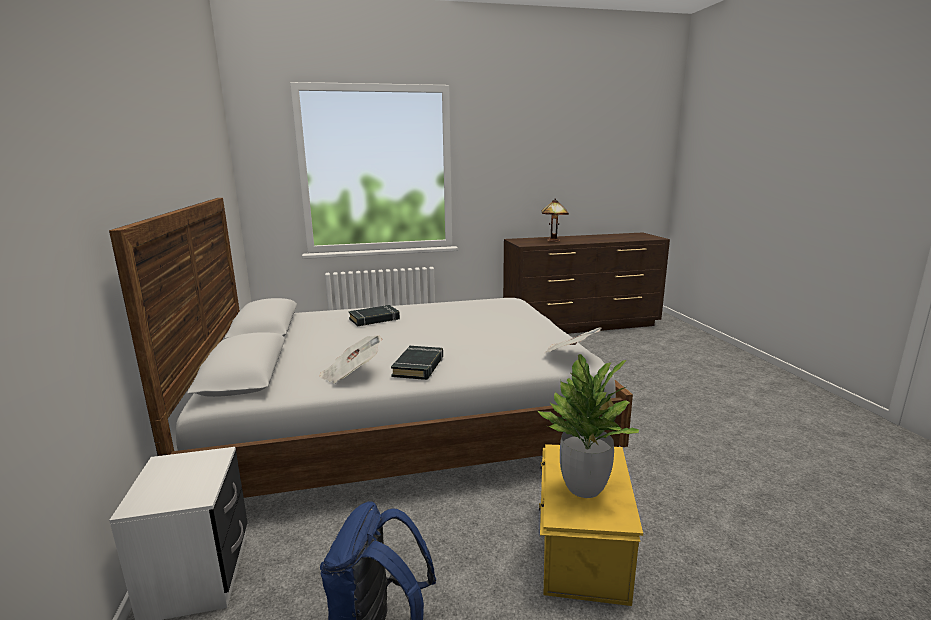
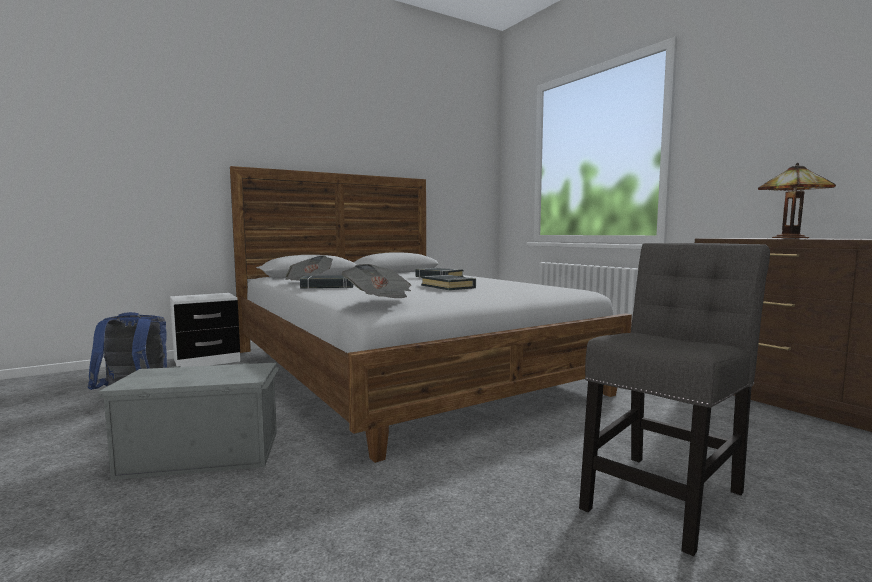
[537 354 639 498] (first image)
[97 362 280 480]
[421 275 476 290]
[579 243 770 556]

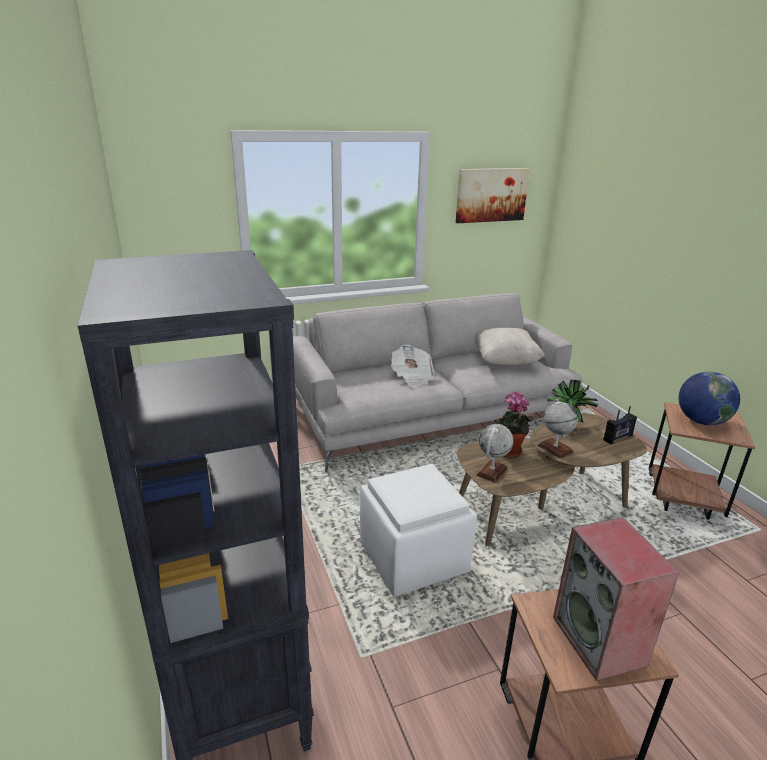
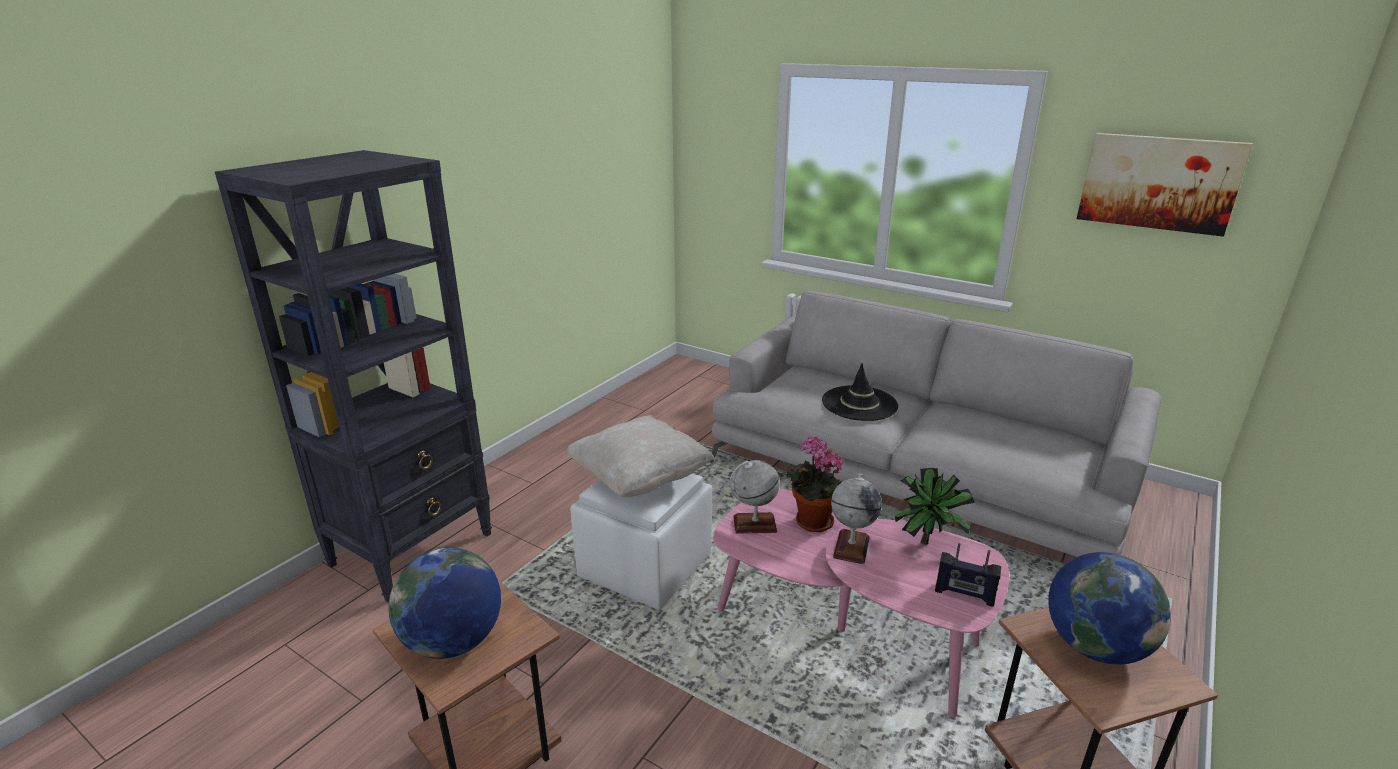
[822 363 898 421]
[713 489 1009 717]
[566 415 715 497]
[389 548 501 659]

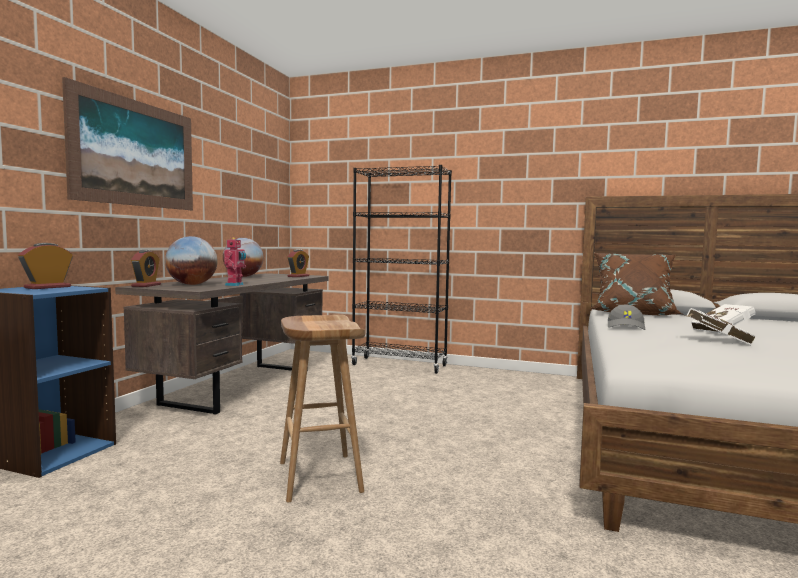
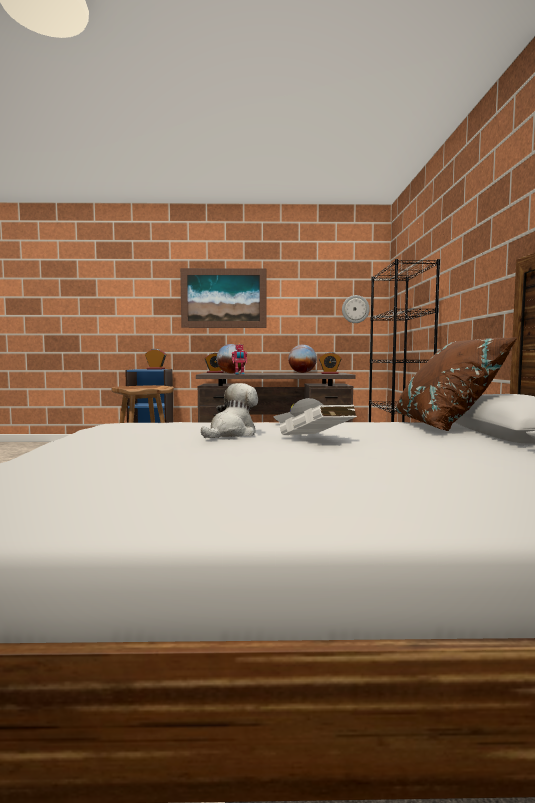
[201 383 258 438]
[342 295 370 323]

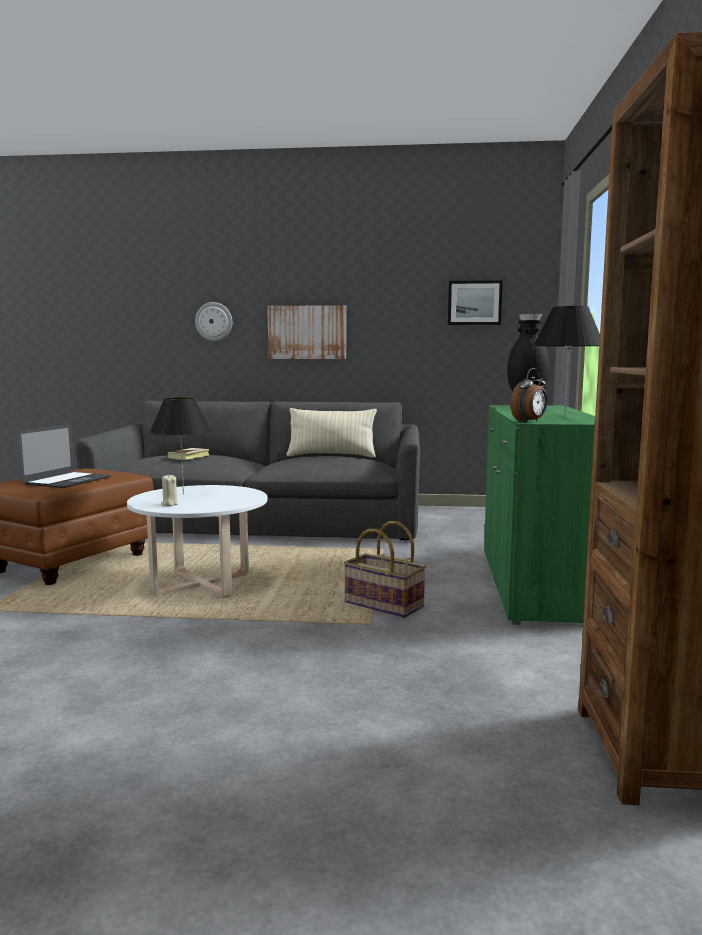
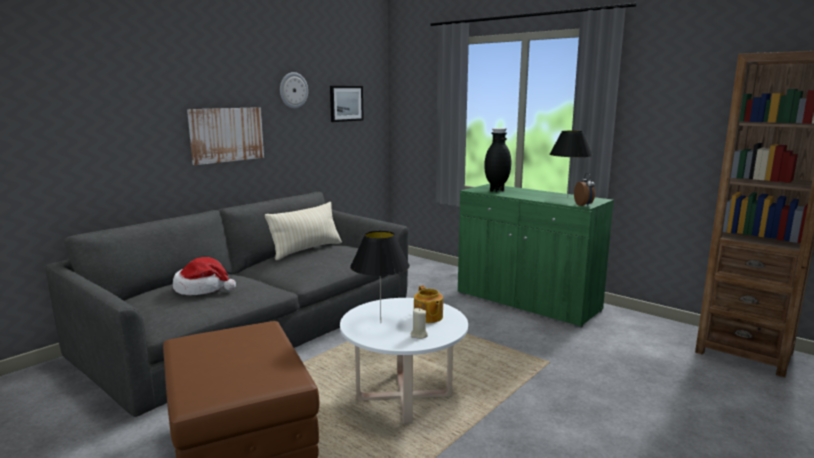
[18 424 111 488] (first image)
[173 257 236 295]
[280 72 308 109]
[344 521 426 618] (first image)
[414 285 443 323]

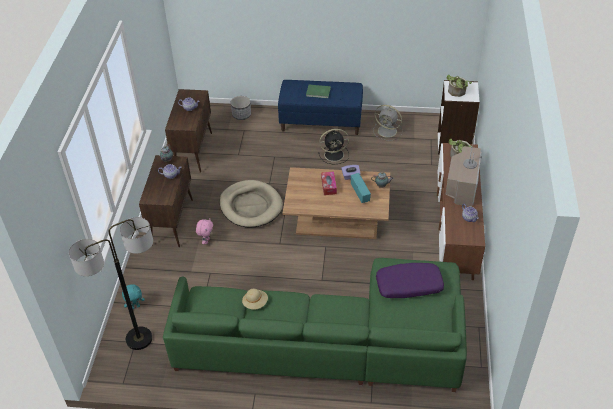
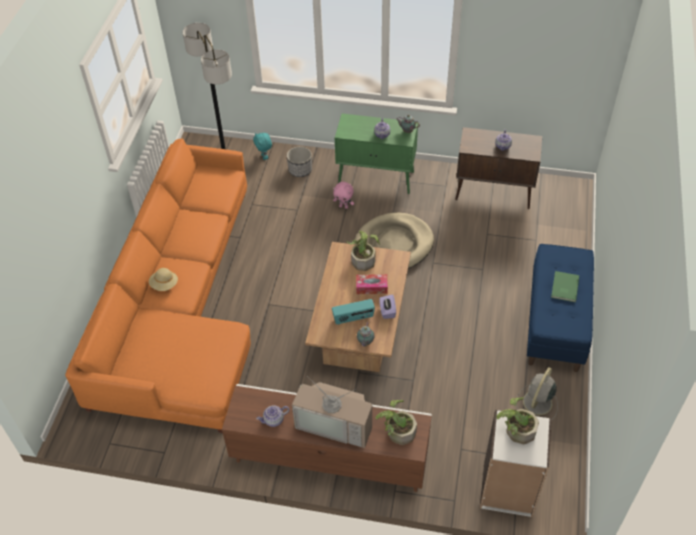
[335 113 418 194]
[65 138 251 433]
[287 146 312 177]
[149 268 178 291]
[318 129 349 164] (first image)
[376 263 444 298] (first image)
[347 231 380 271]

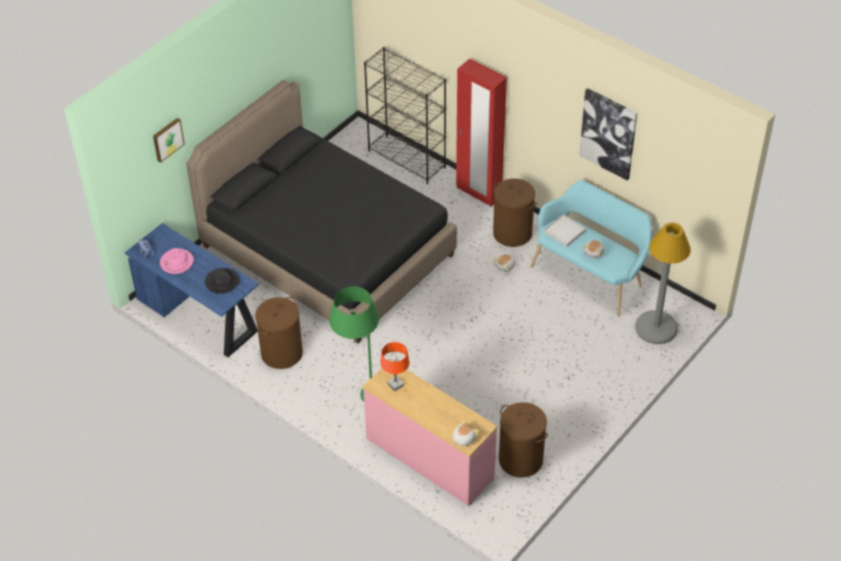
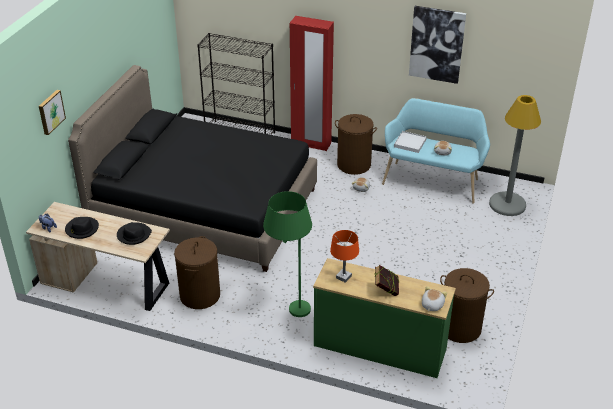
[26 202 170 311]
[65 217 99 239]
[313 258 456 378]
[375 265 399 296]

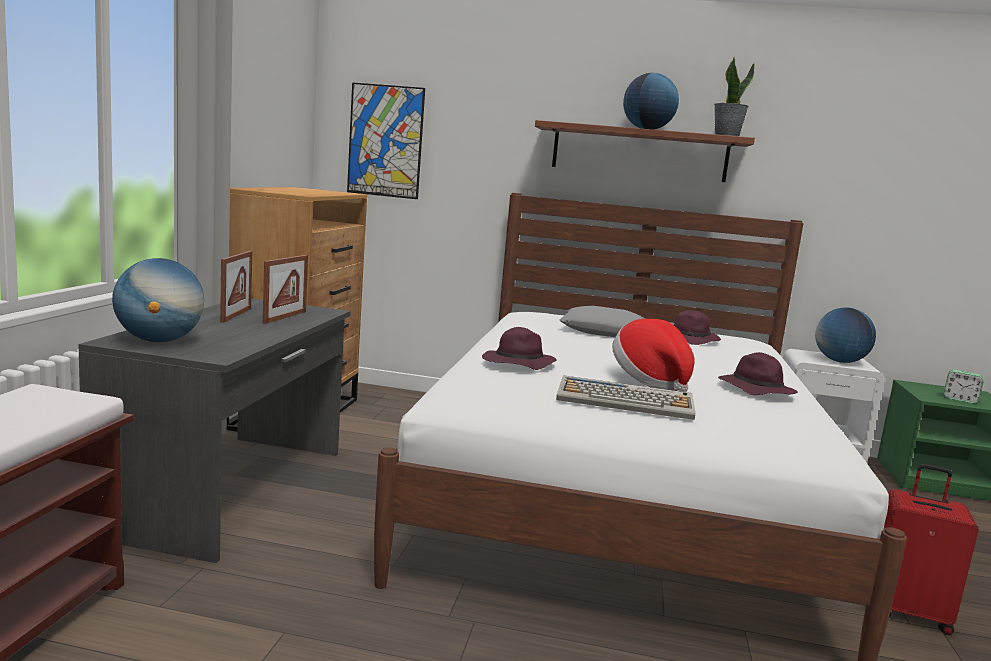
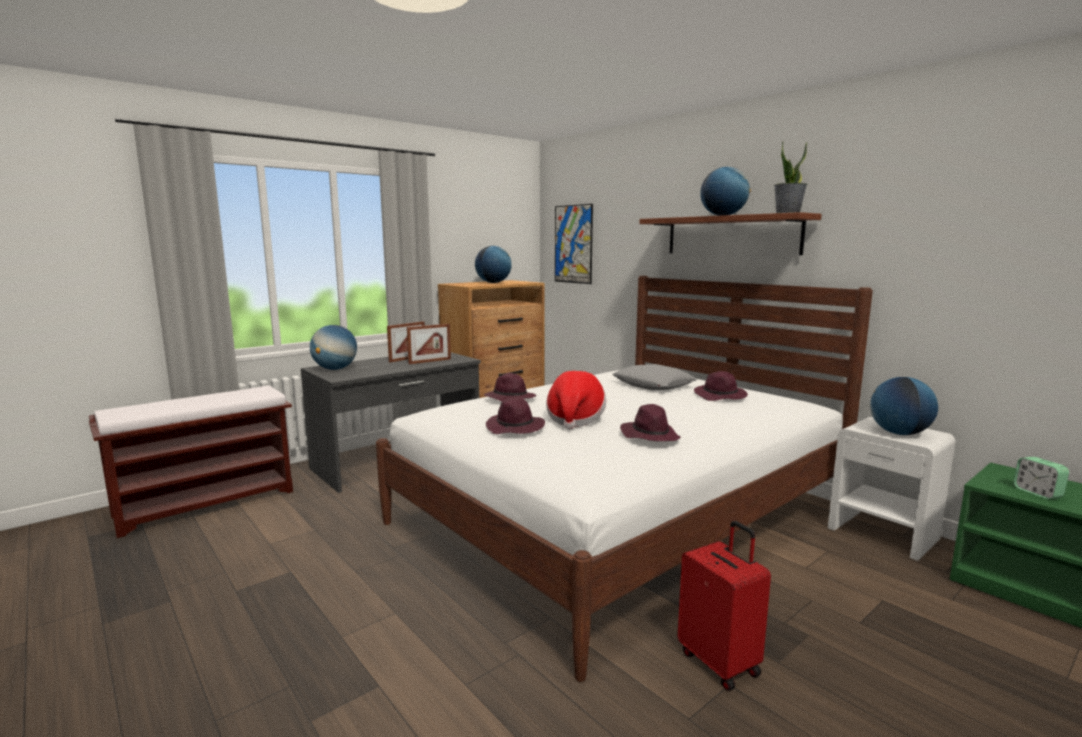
[486 398 545 434]
[475 246 512 283]

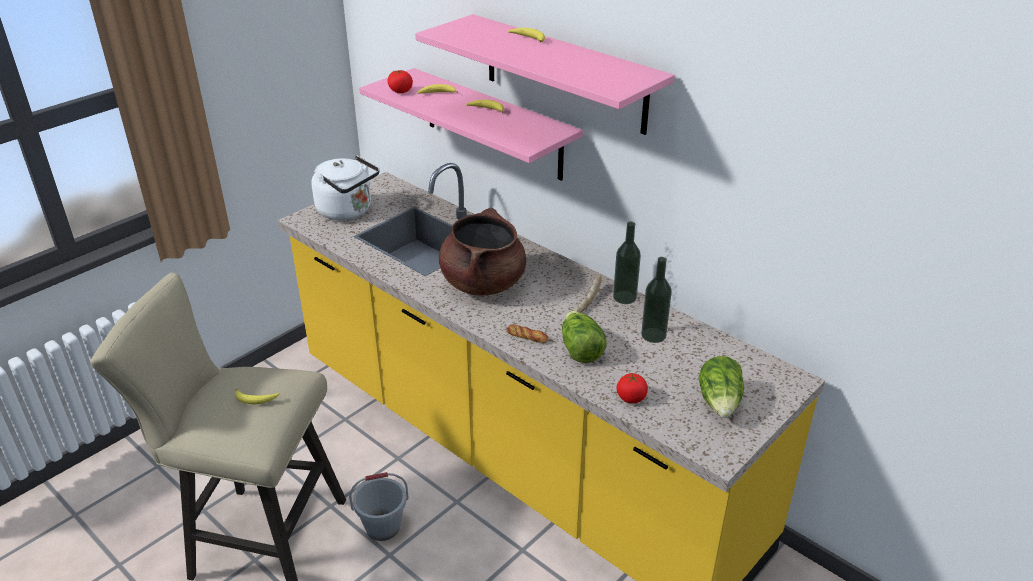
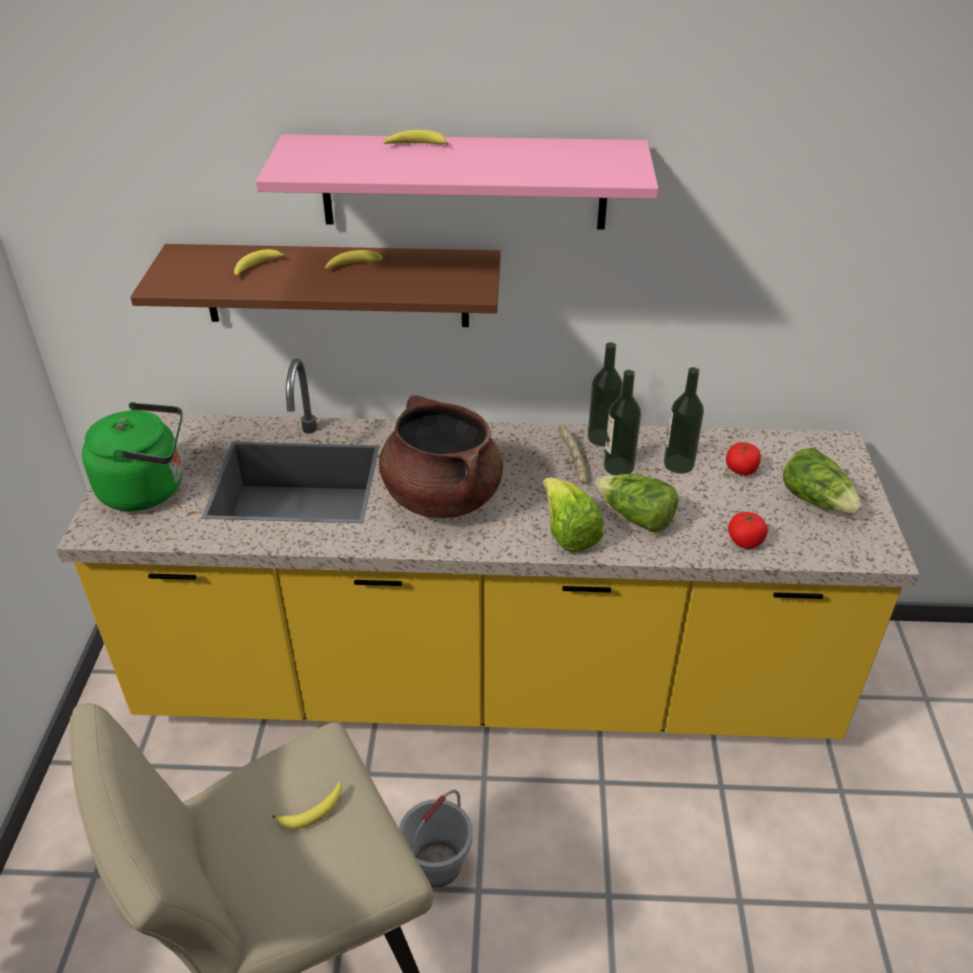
[82 402 183 511]
[130 244 501 327]
[726 442 761 475]
[543 477 604 553]
[604 370 641 475]

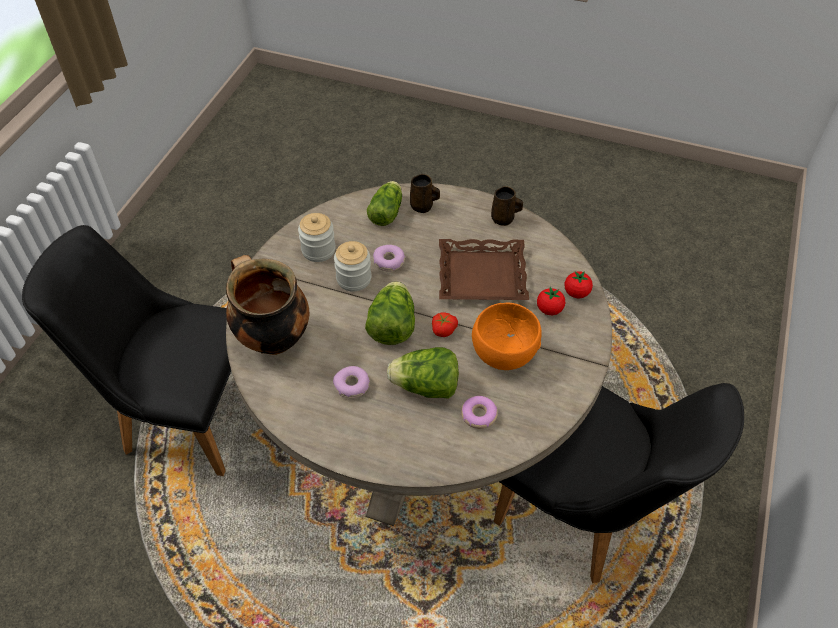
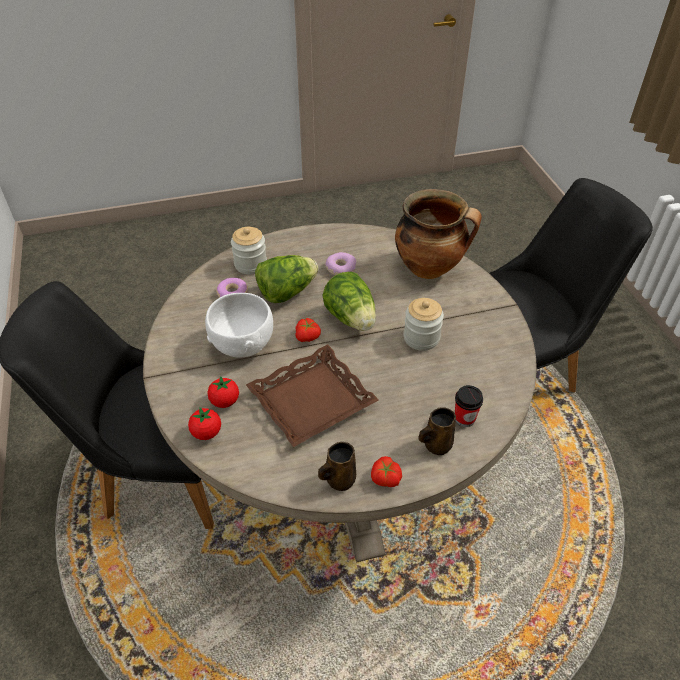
[231 227 267 274]
[455 385 483 427]
[373 245 405 272] (first image)
[205 293 273 358]
[371 456 402 487]

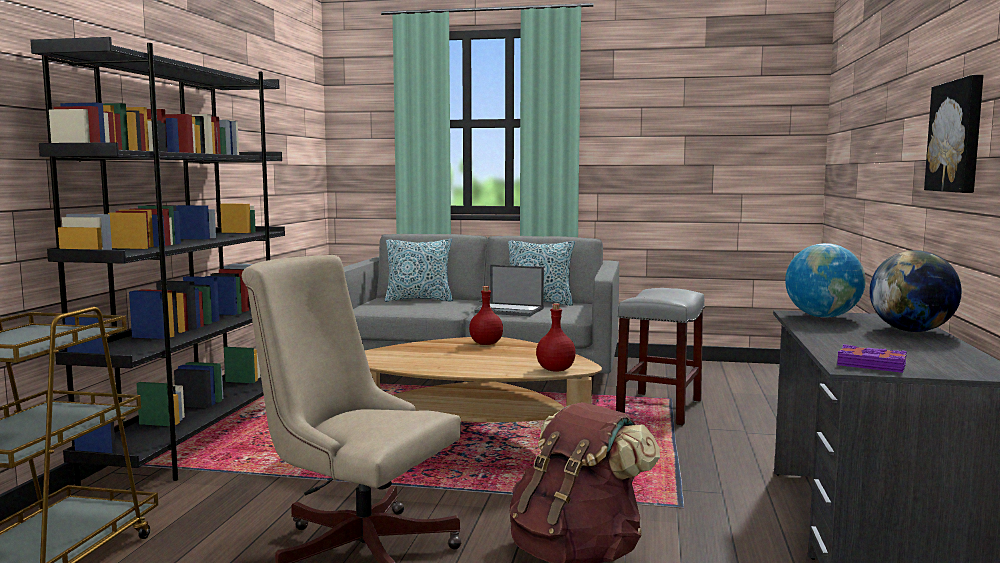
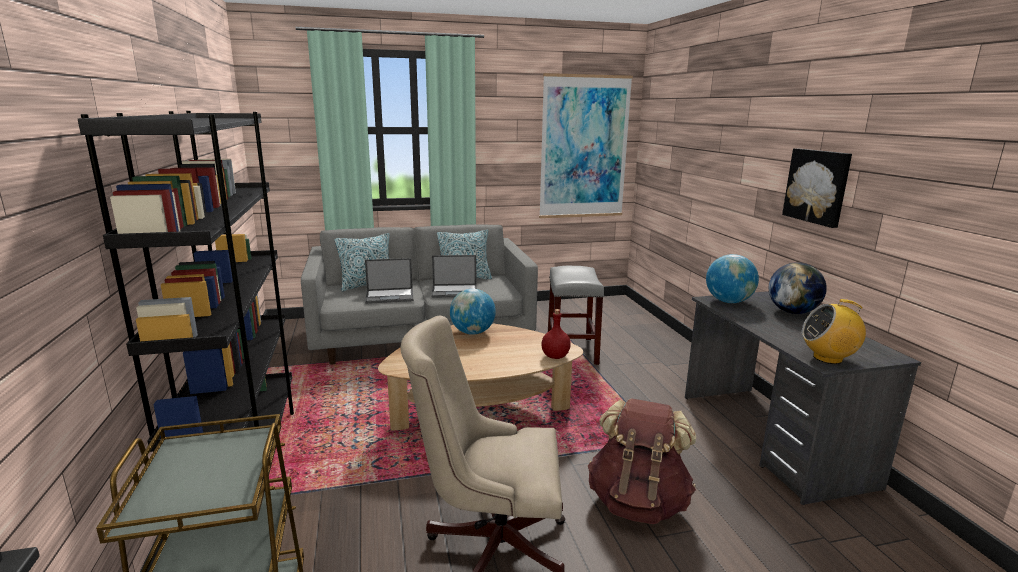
[450 289 496 335]
[802 299 866 364]
[365 258 414 304]
[539 73 633 218]

